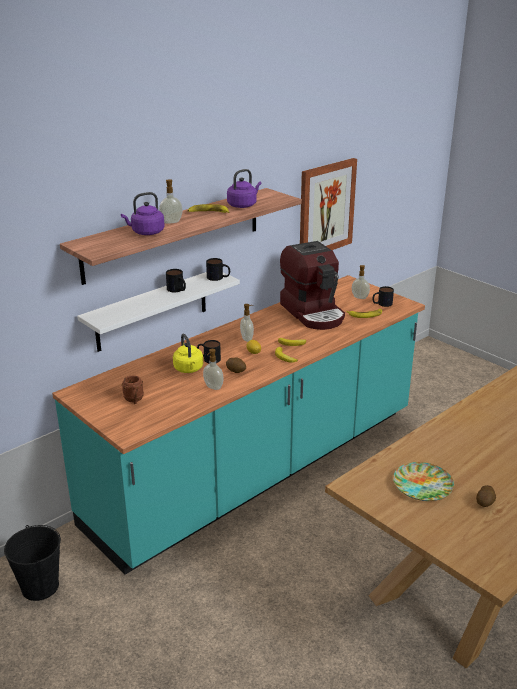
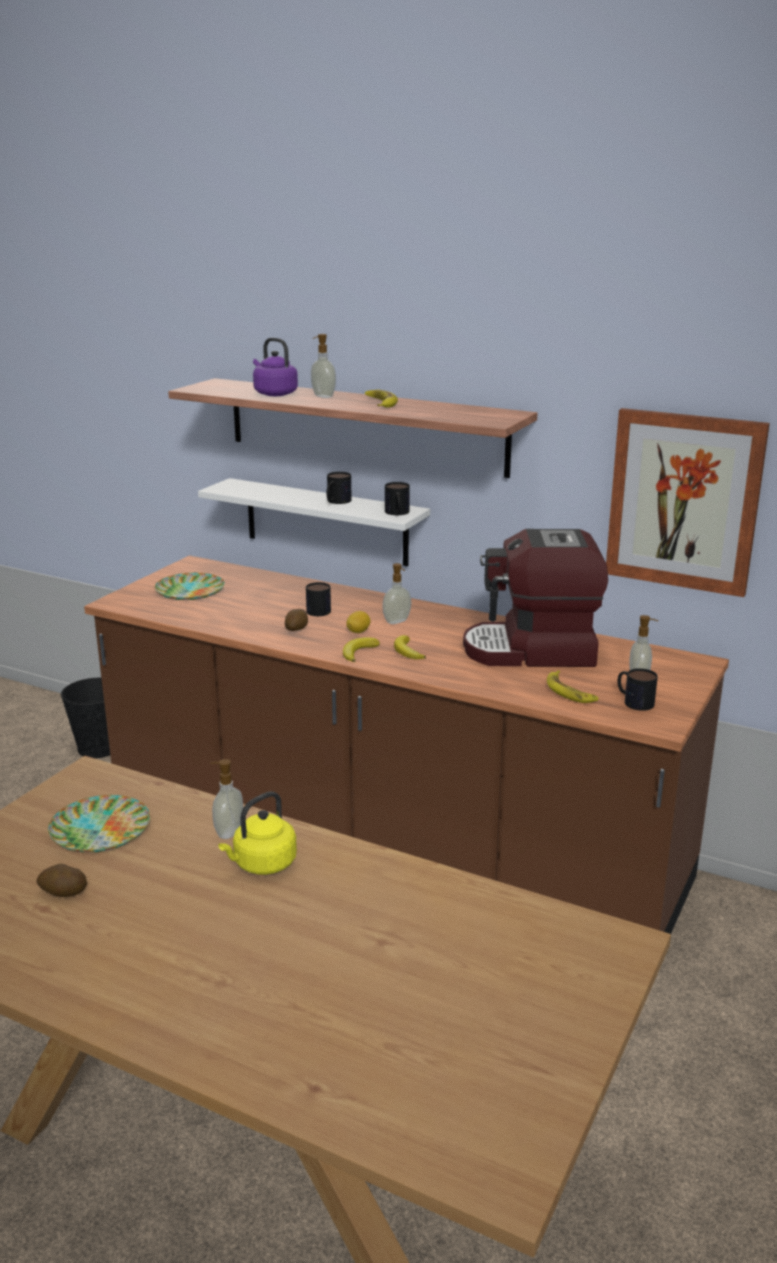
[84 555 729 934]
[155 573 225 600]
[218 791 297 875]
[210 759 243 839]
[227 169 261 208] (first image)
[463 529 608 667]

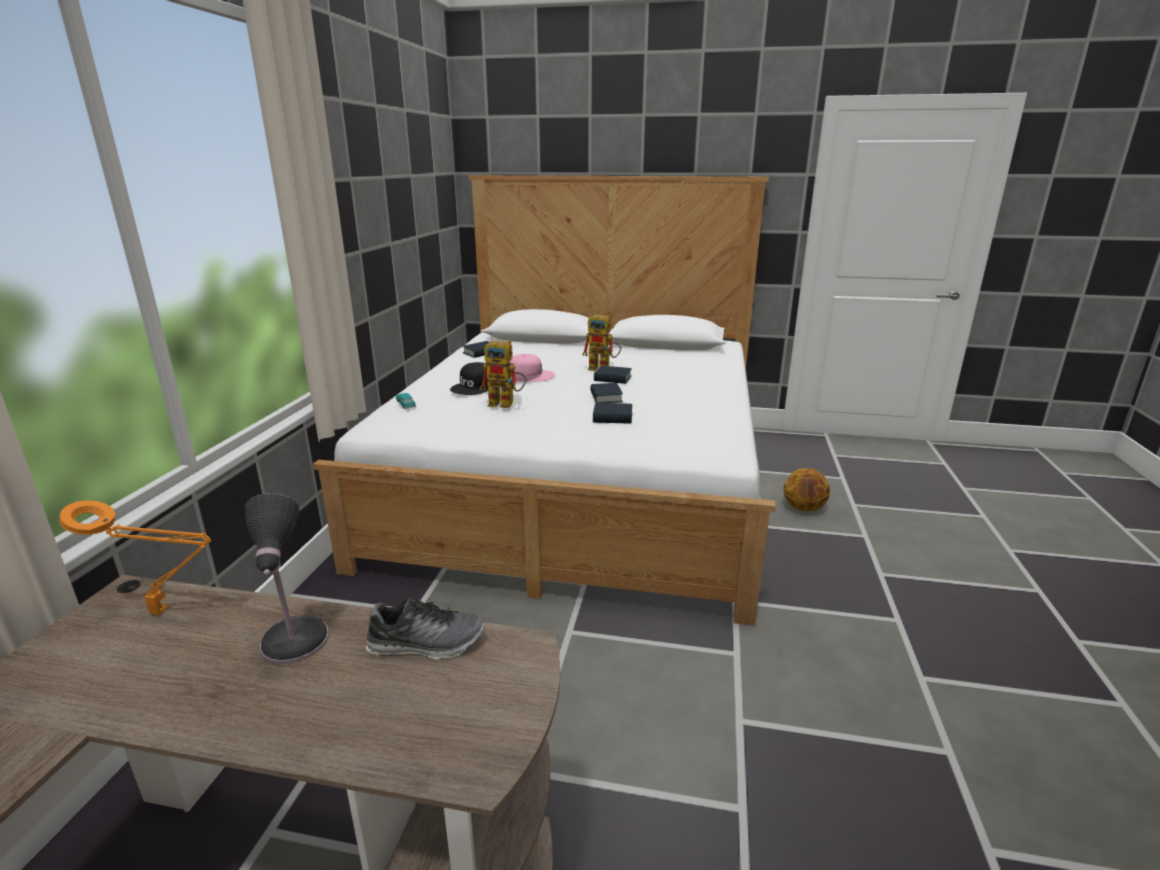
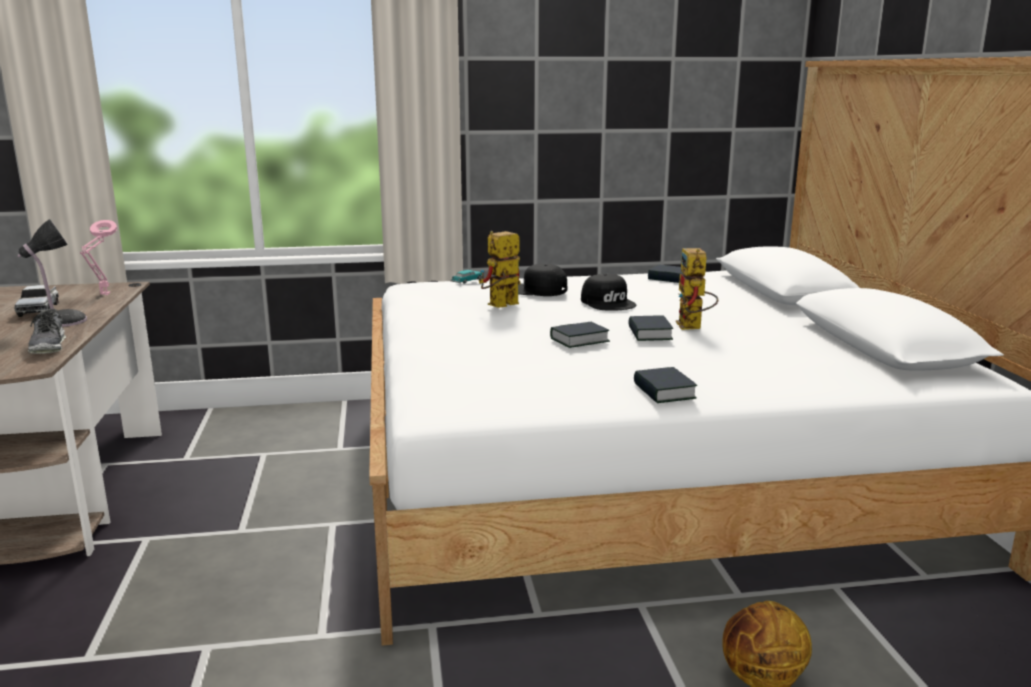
[80 220 117 295]
[479 231 521 308]
[581 274 637 311]
[634 367 697 403]
[14 285 59 317]

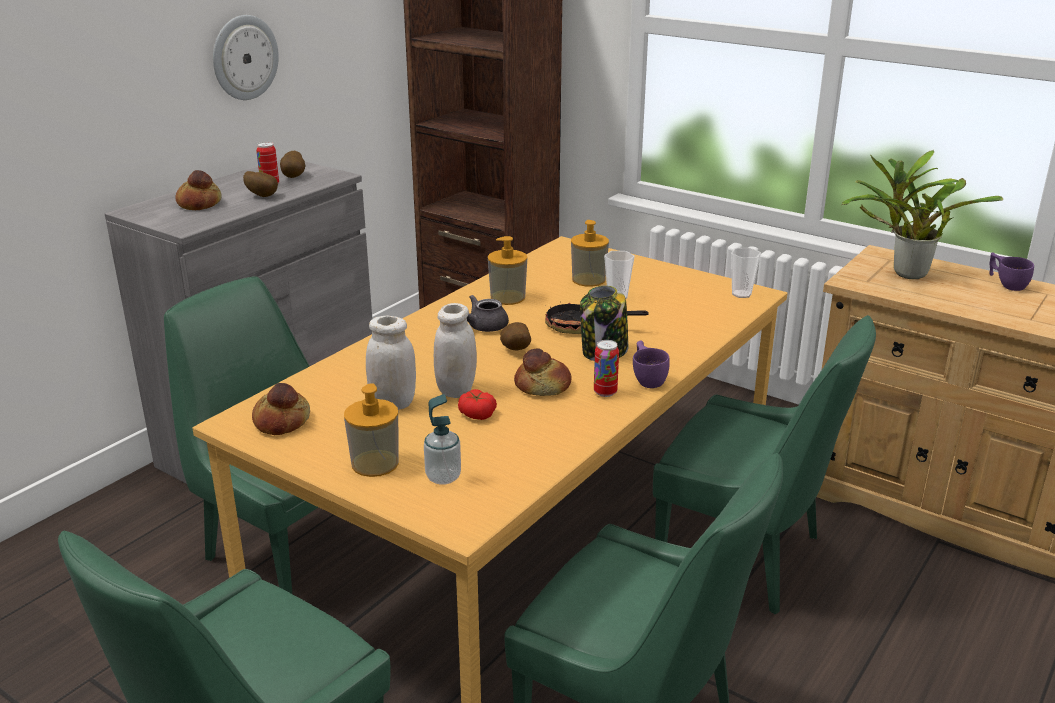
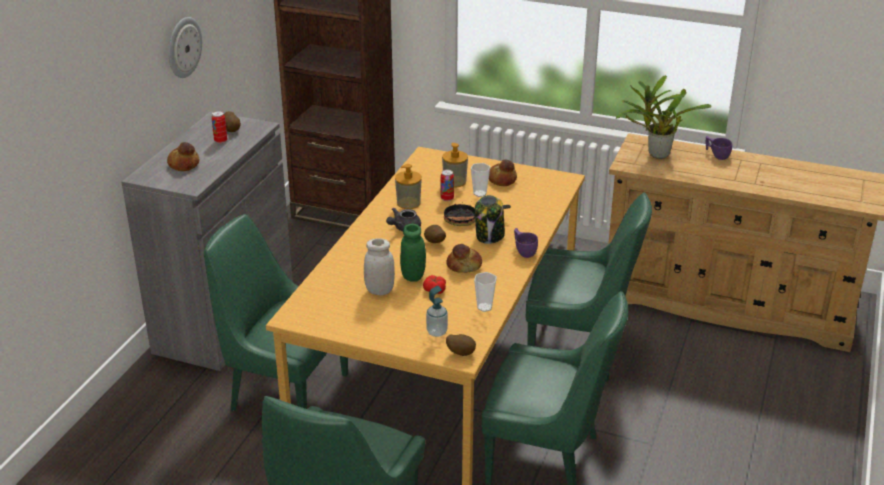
[446 334 476 356]
[489 159 517 186]
[344 383 398 477] (first image)
[400 224 426 282]
[441 170 454 201]
[474 272 497 312]

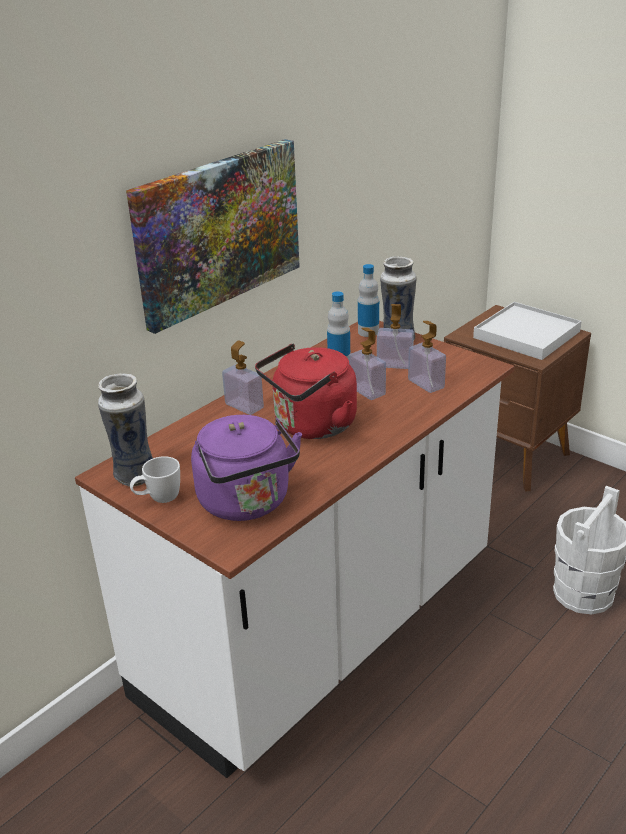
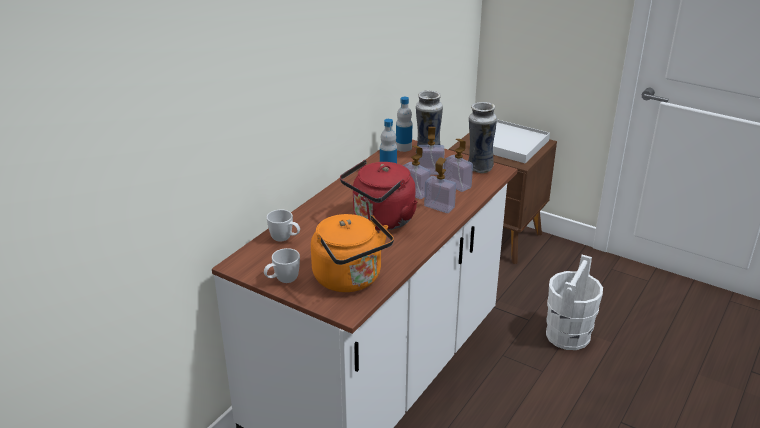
[468 102 497 173]
[126 139 300 334] (first image)
[311 214 394 292]
[424 158 456 213]
[267 210 300 242]

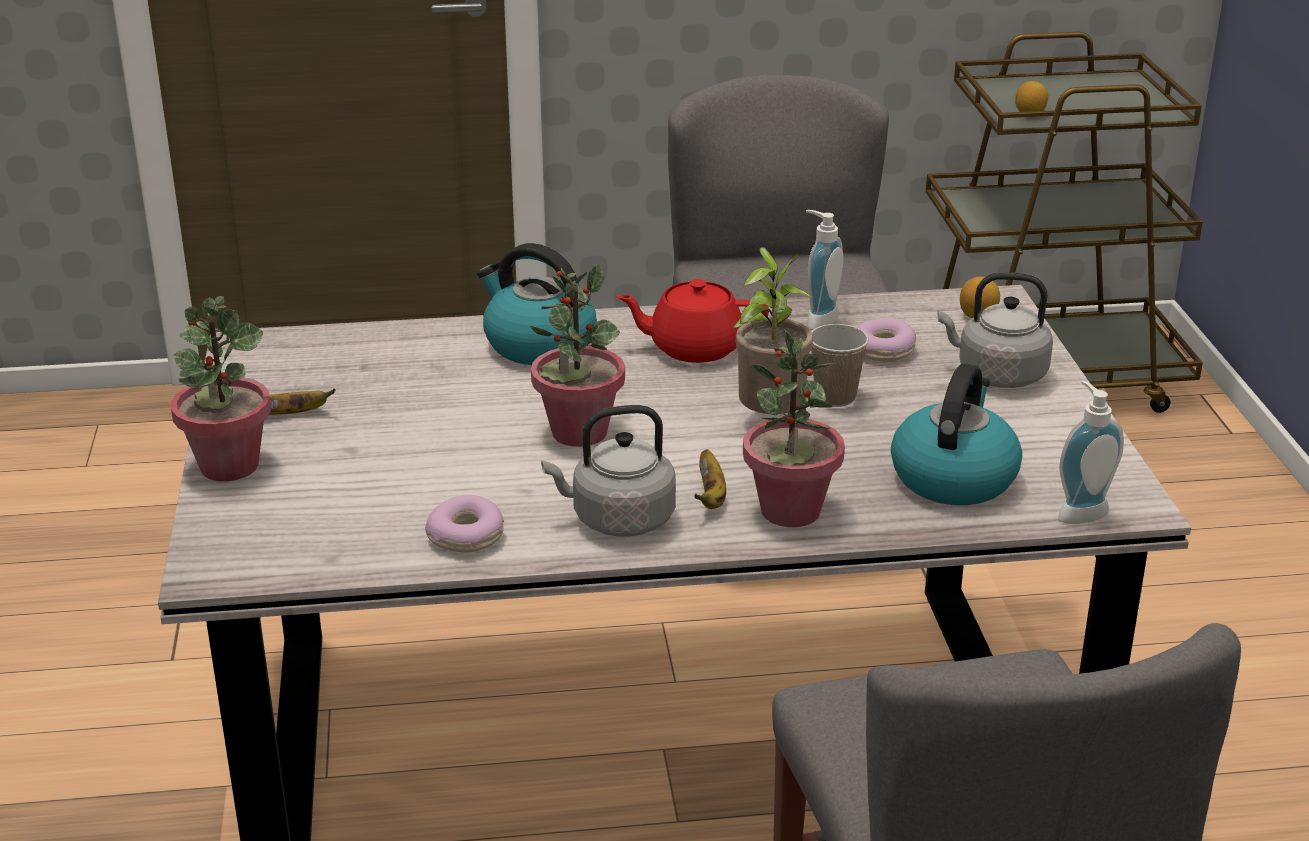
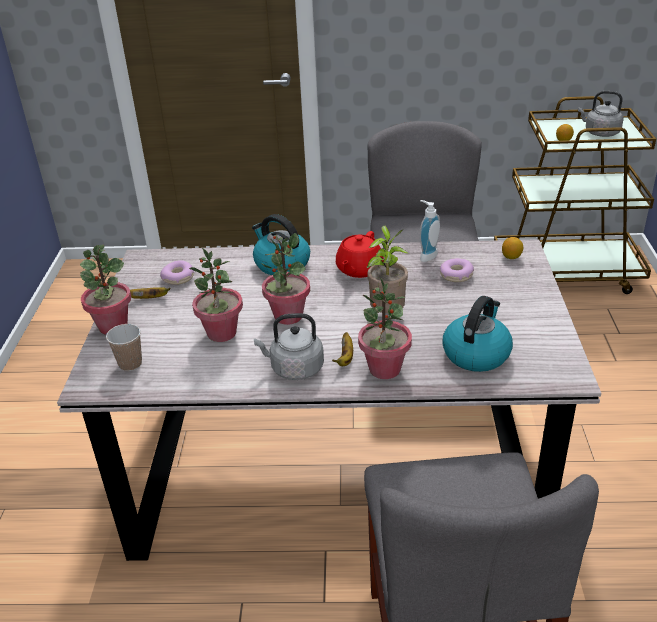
[160 260 194 285]
[336 231 384 278]
[106 324 142 371]
[578 91 624 137]
[1058 381 1124 524] (first image)
[189 248 243 342]

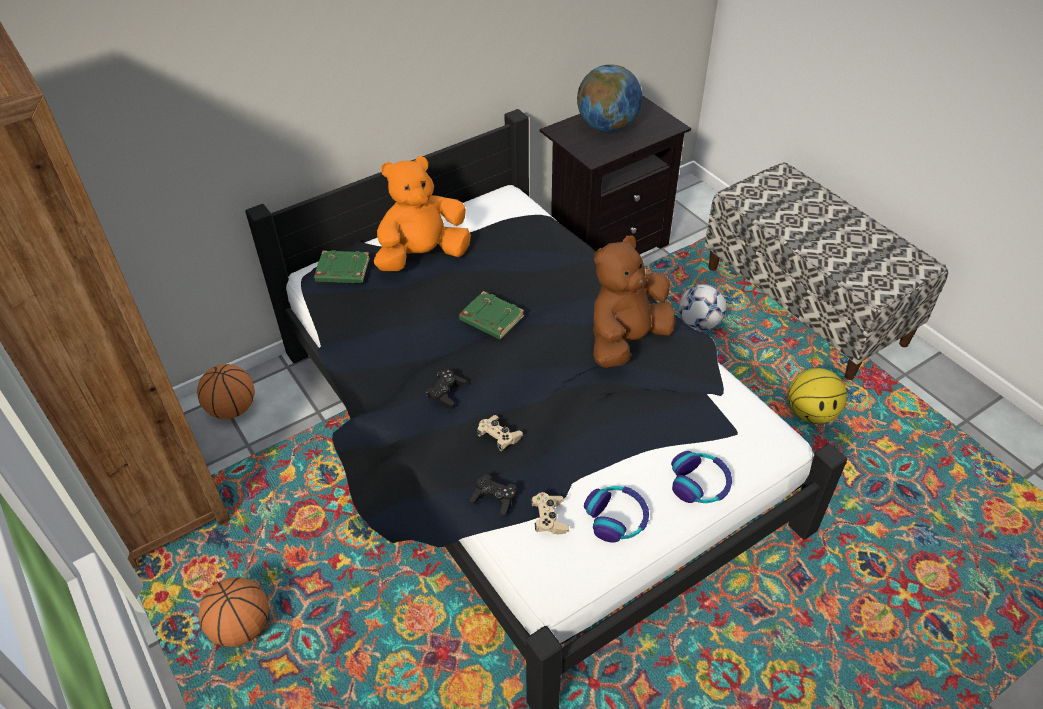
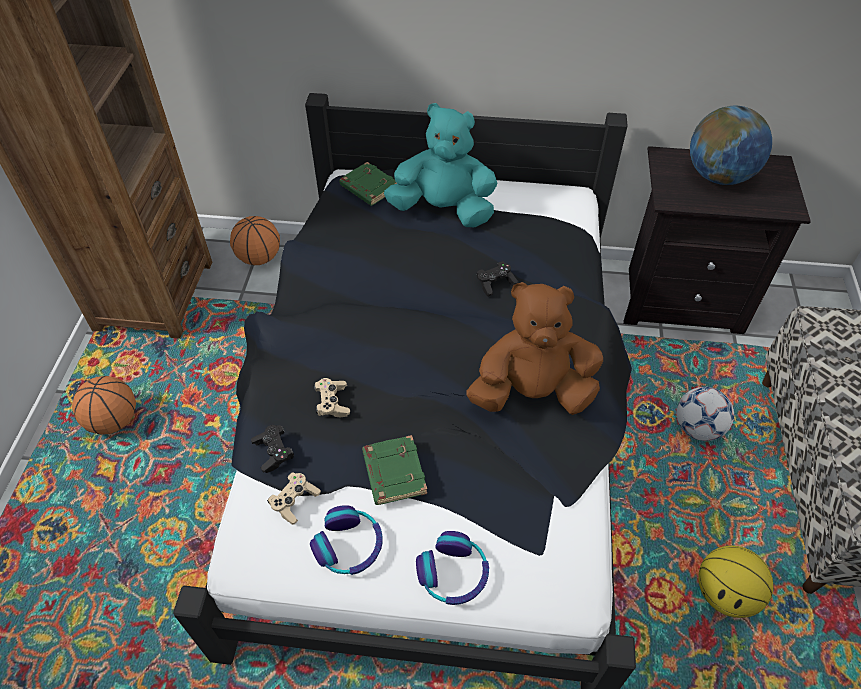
[384 103 497 227]
[476 261 518 297]
[362 435 427 505]

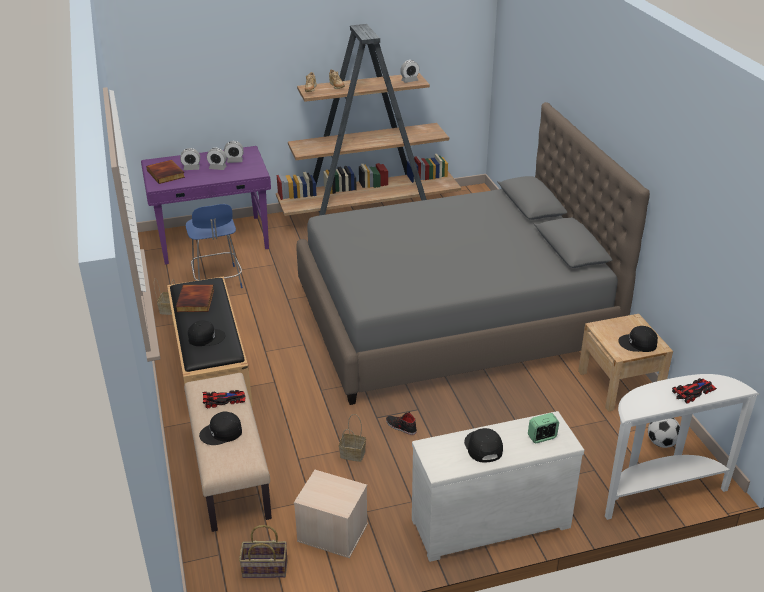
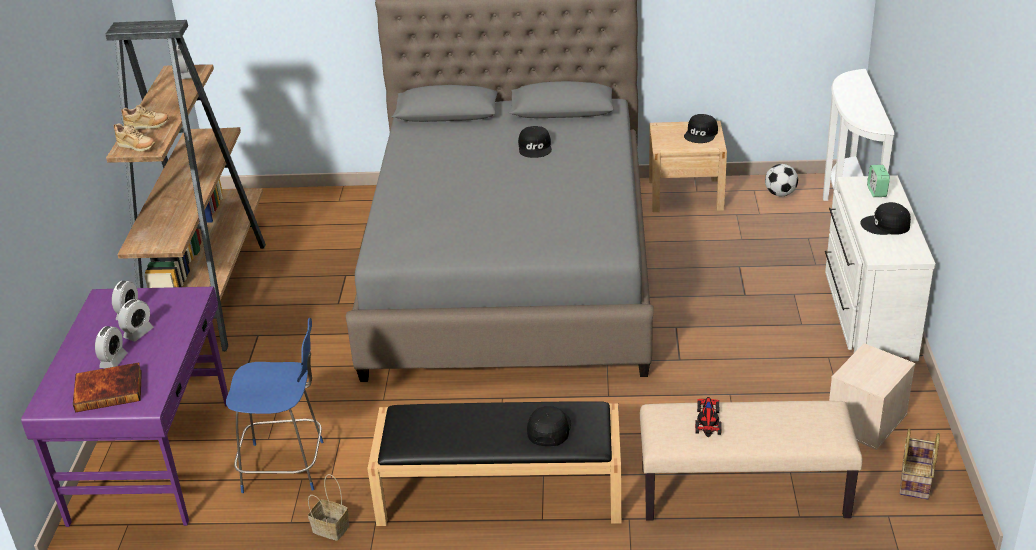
[176 285 214 312] (first image)
[518 126 552 158]
[339 414 366 462] (first image)
[386 412 417 435] (first image)
[672 378 716 404] (first image)

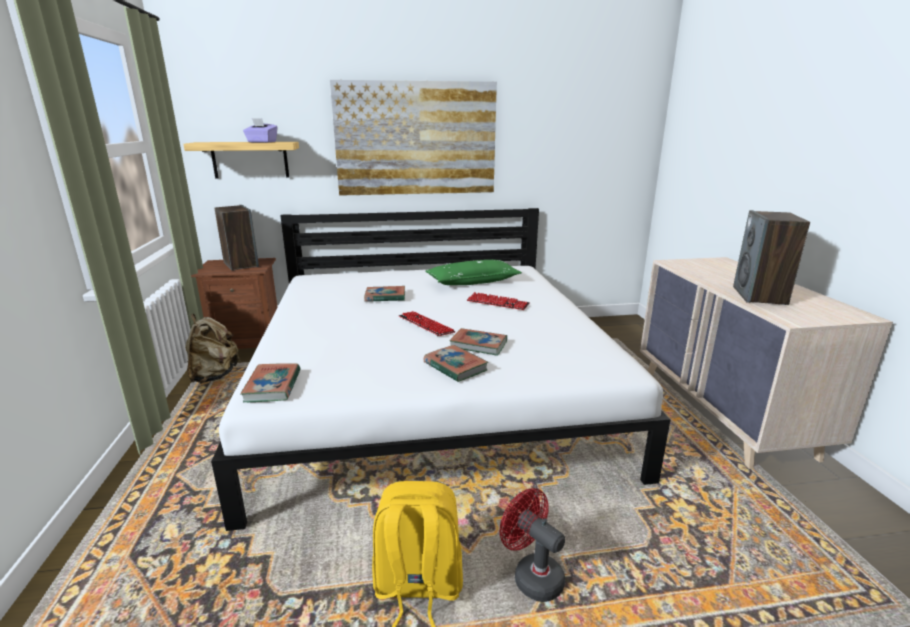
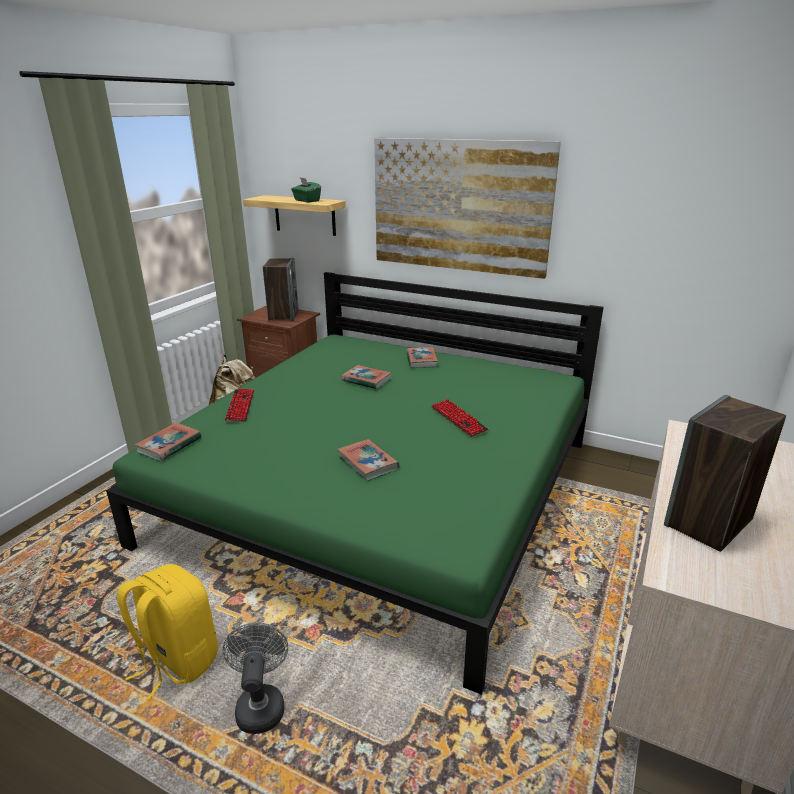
[106 272 604 695]
[291 177 321 202]
[225 388 254 421]
[406 347 438 368]
[426 260 522 285] (first image)
[223 622 288 734]

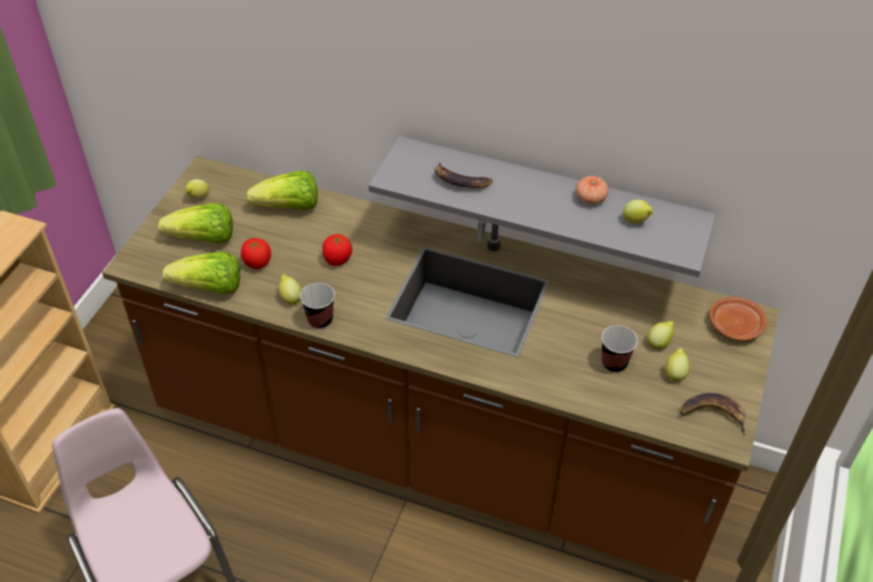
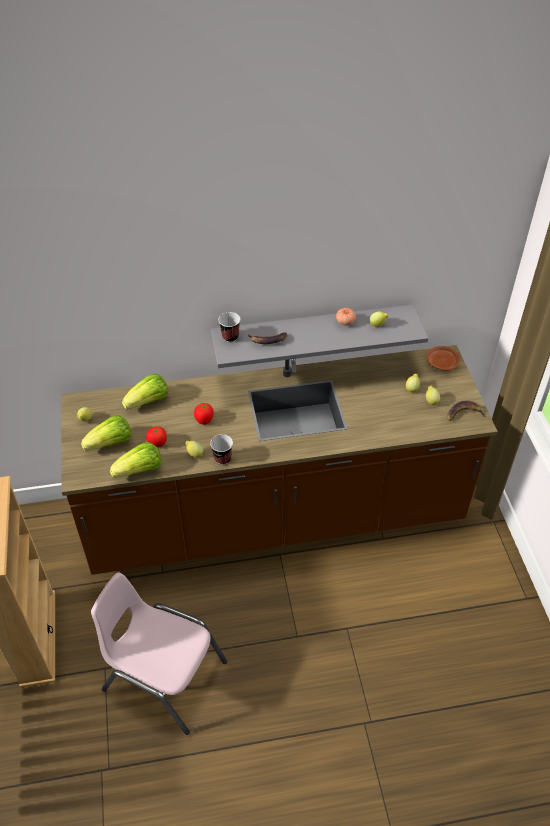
[218 312 241 342]

